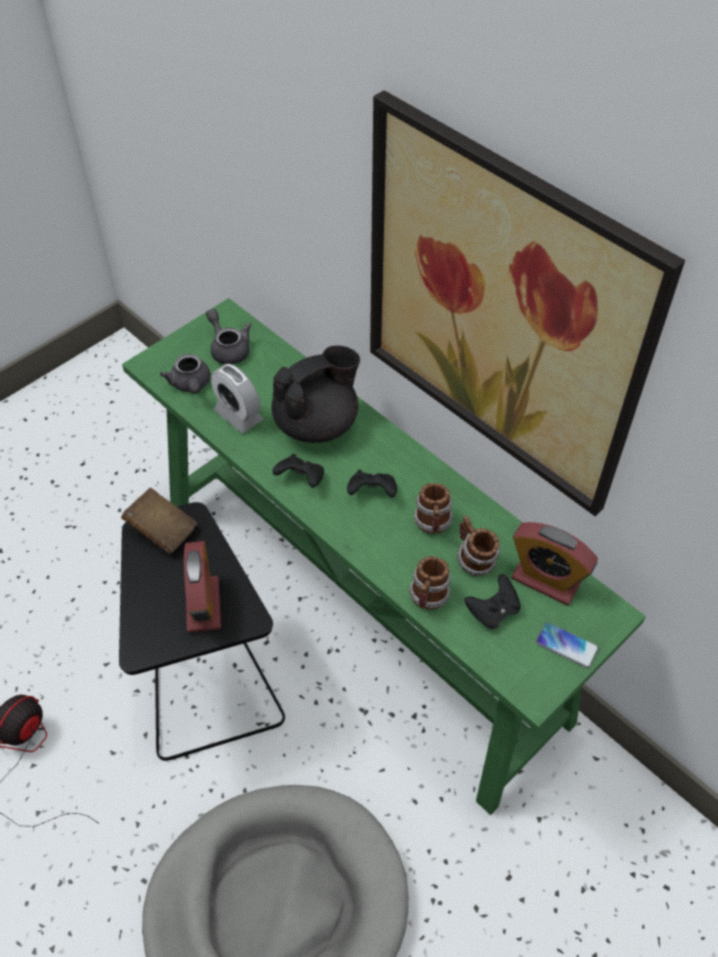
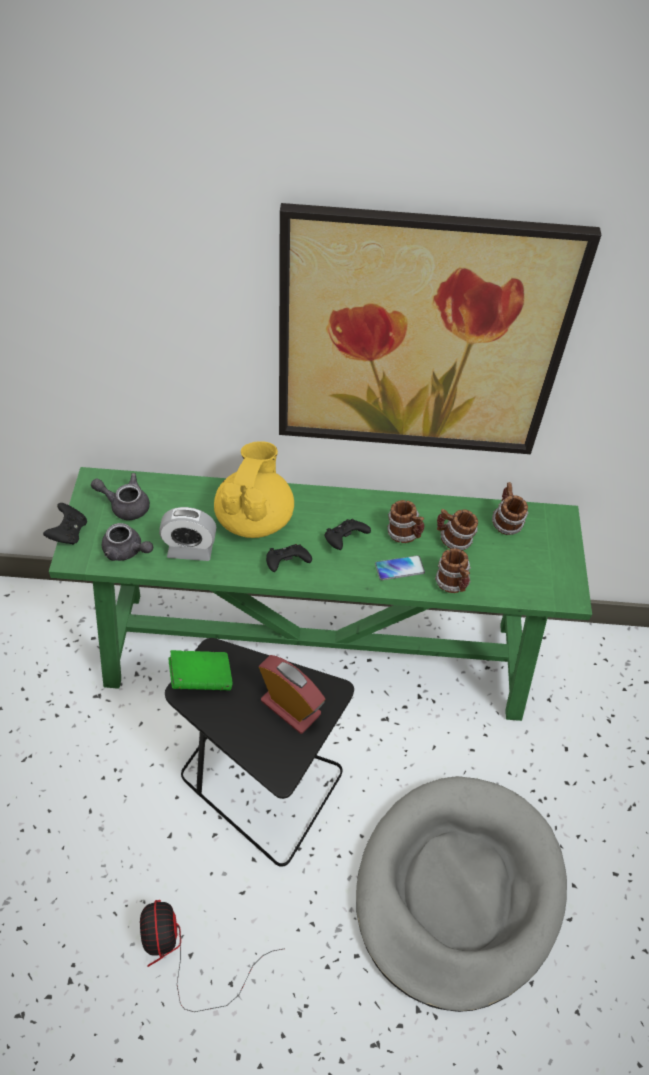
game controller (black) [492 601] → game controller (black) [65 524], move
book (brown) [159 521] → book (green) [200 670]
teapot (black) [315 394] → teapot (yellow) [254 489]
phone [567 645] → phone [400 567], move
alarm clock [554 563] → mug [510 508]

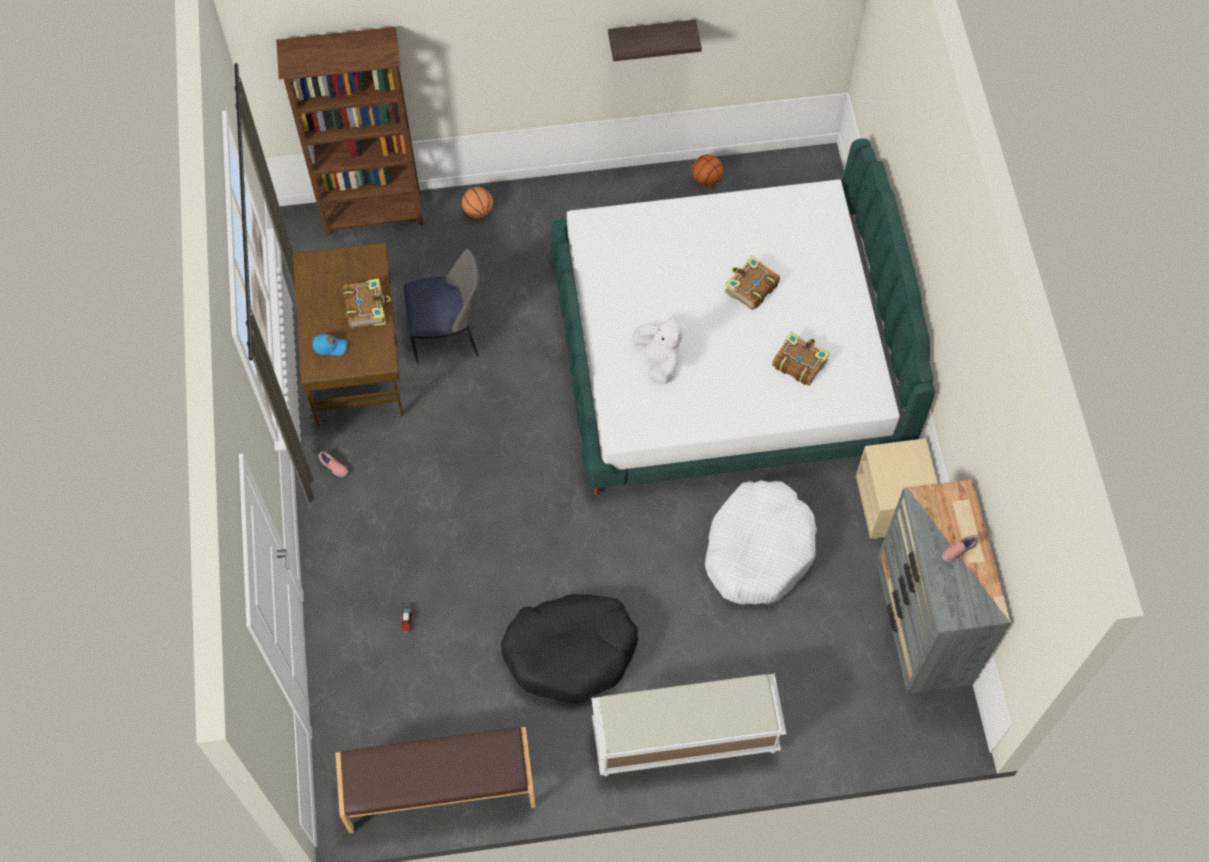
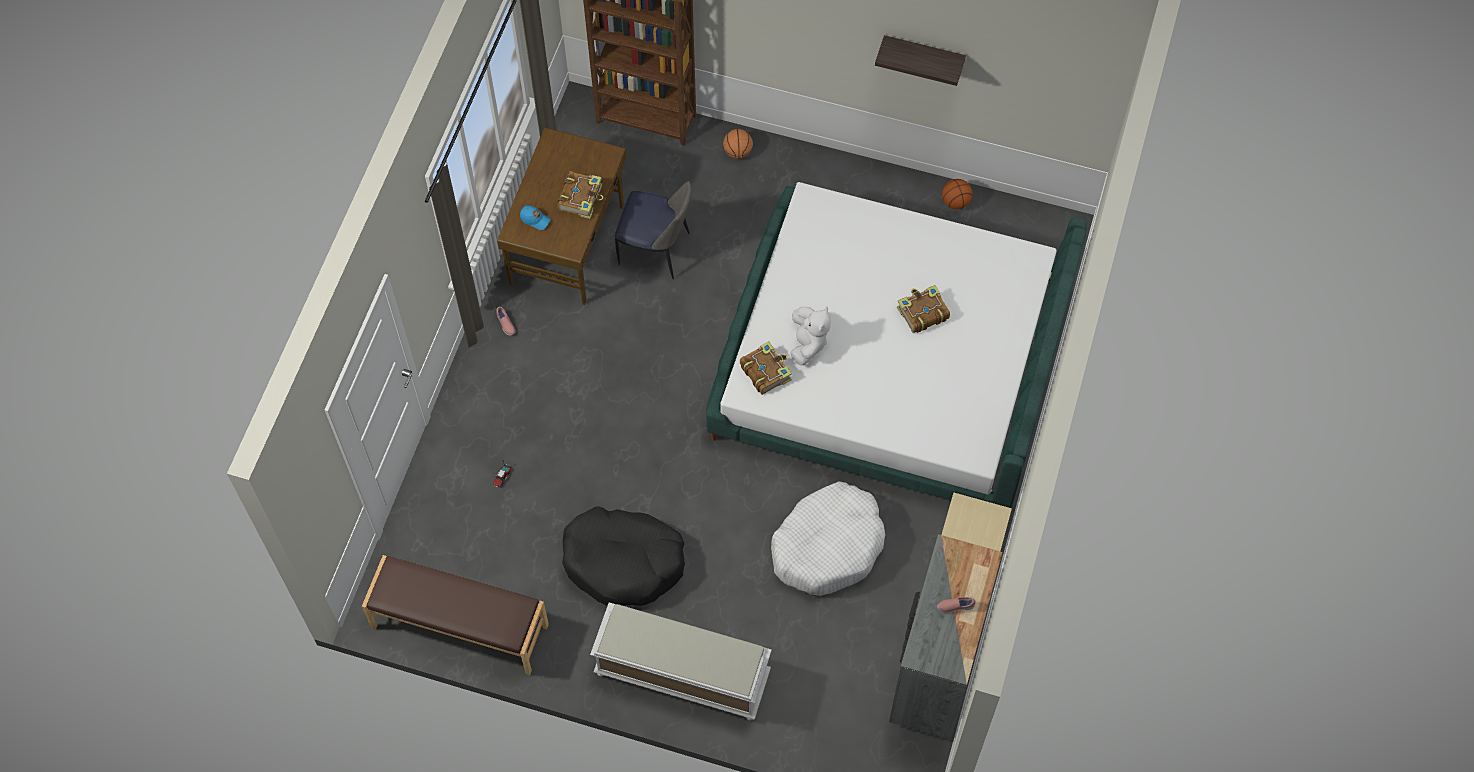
book [801 359] → book [766 368], move

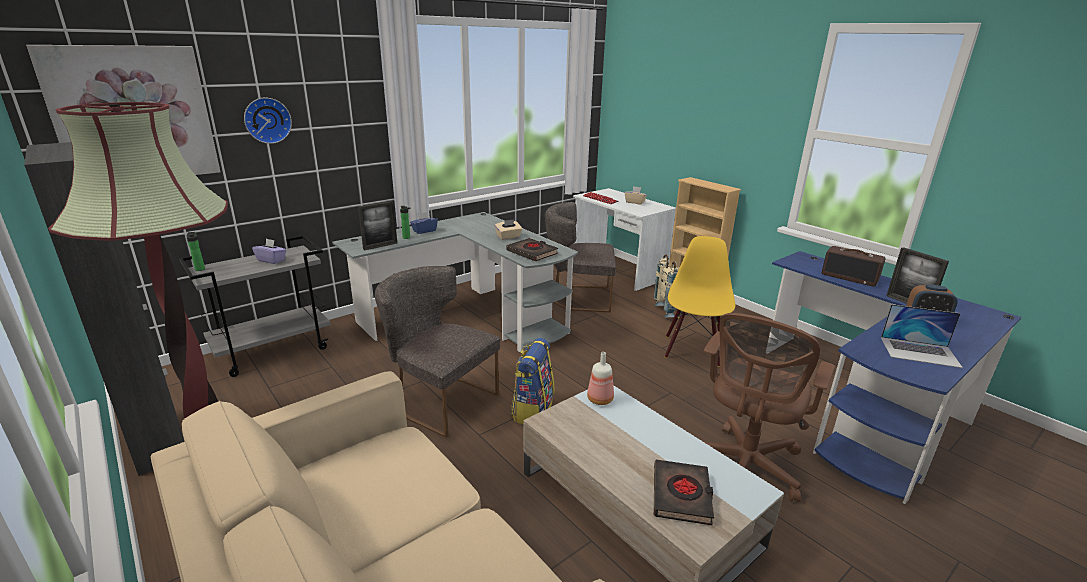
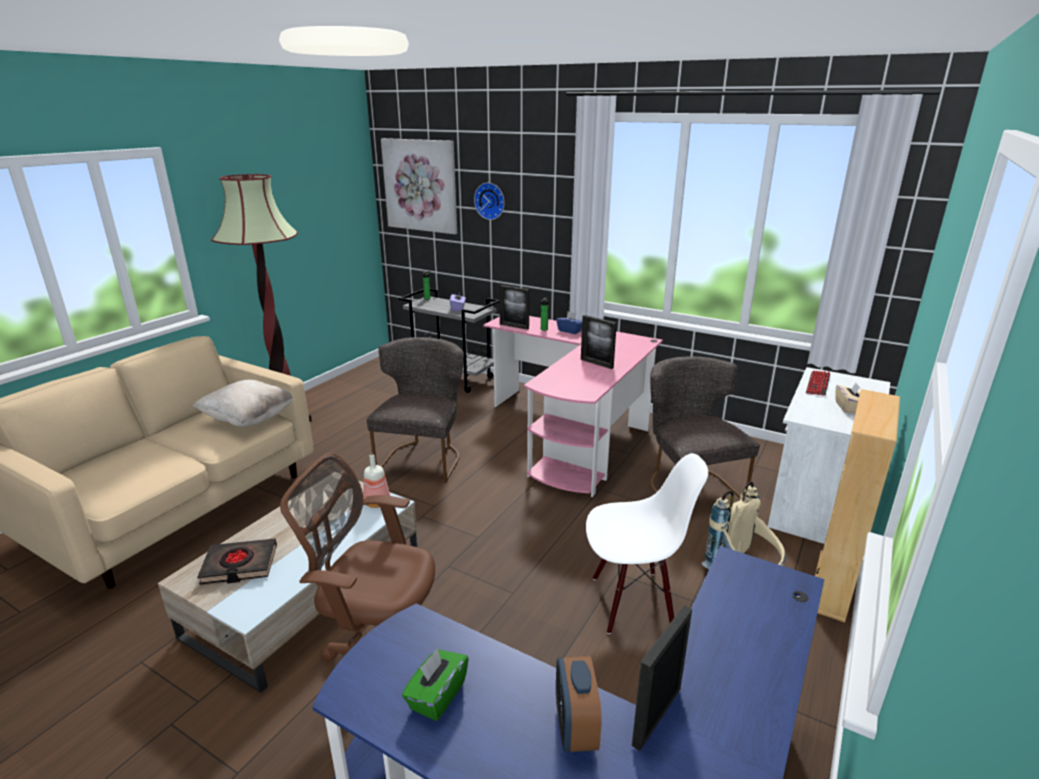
- → pillow (beige) [243 403]
laptop [922 336] → tissue box (green) [435 684]
desk (grey) [455 282] → desk (pink) [573 406]
tissue box (beige) [508 229] → picture frame [599 342]
chair (yellow) [700 301] → chair (white) [647 543]
cabinet (black) [104 309] → -
book (black) [532 249] → -
backpack [532 381] → -
radio [854 266] → -

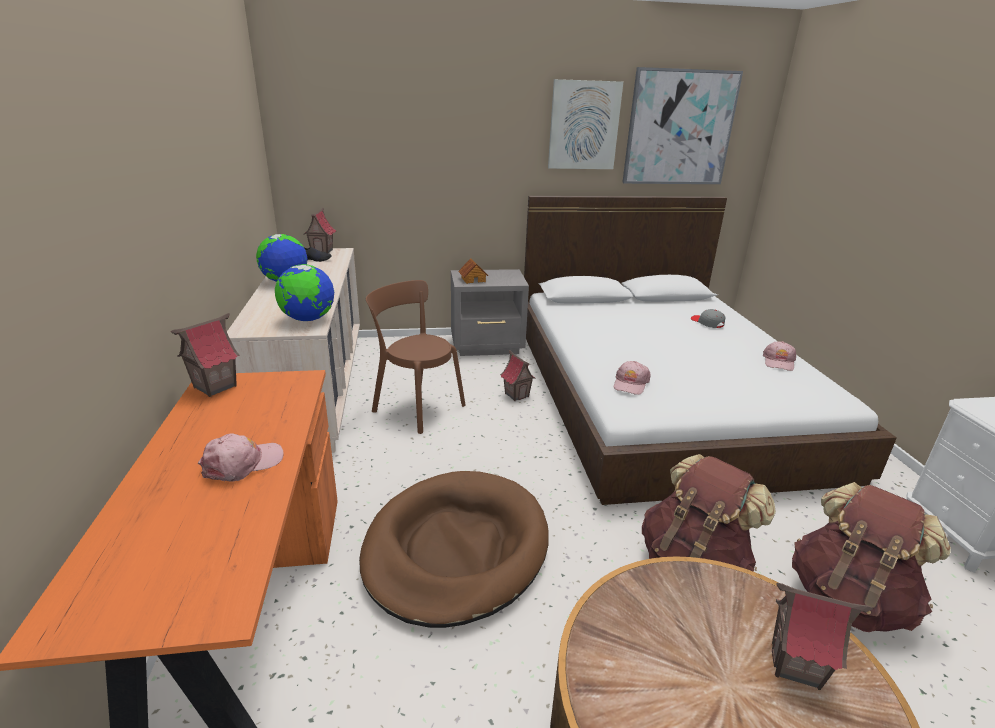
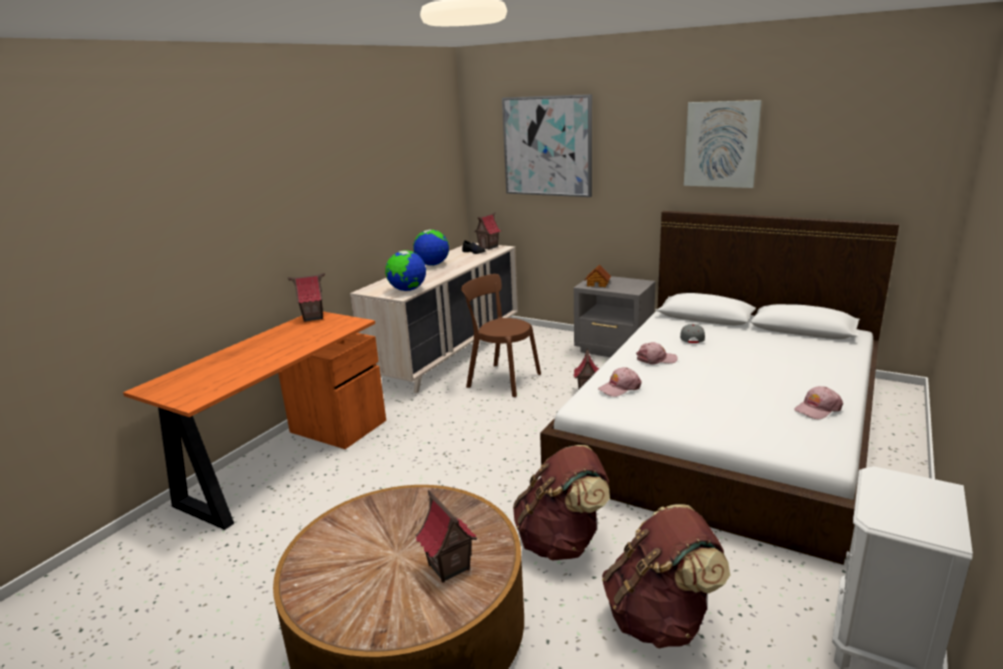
chair (brown) [416 357] → chair (brown) [501 335], 45 degrees counterclockwise
picture [682 125] → picture [547 145], move
cap (pink) [241 457] → cap (pink) [657 353], move
cap (grey) [708 318] → cap (grey) [692 333], move
dog bed (brown) [454 549] → -

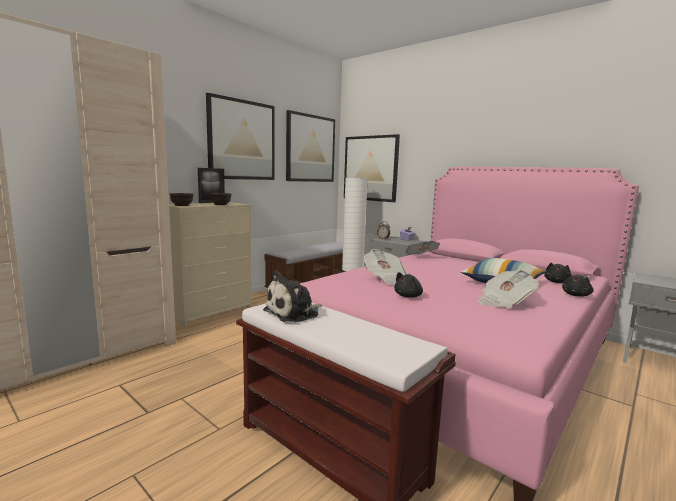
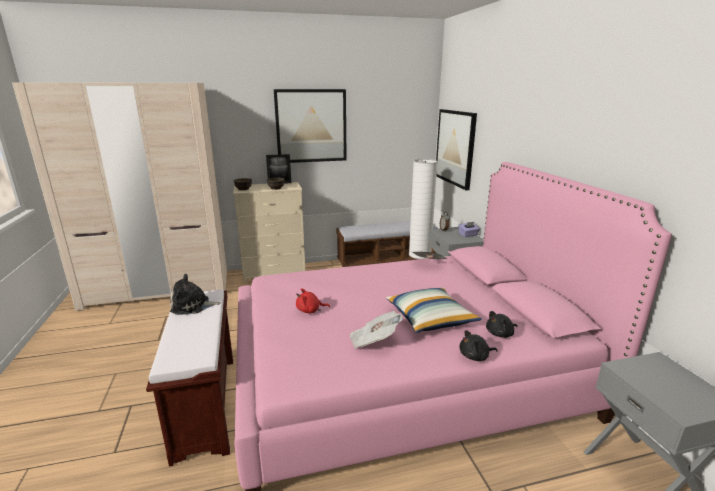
plush toy (black) [408 285] → plush toy (red) [313 300]
picture [310 146] → -
newspaper [385 267] → -

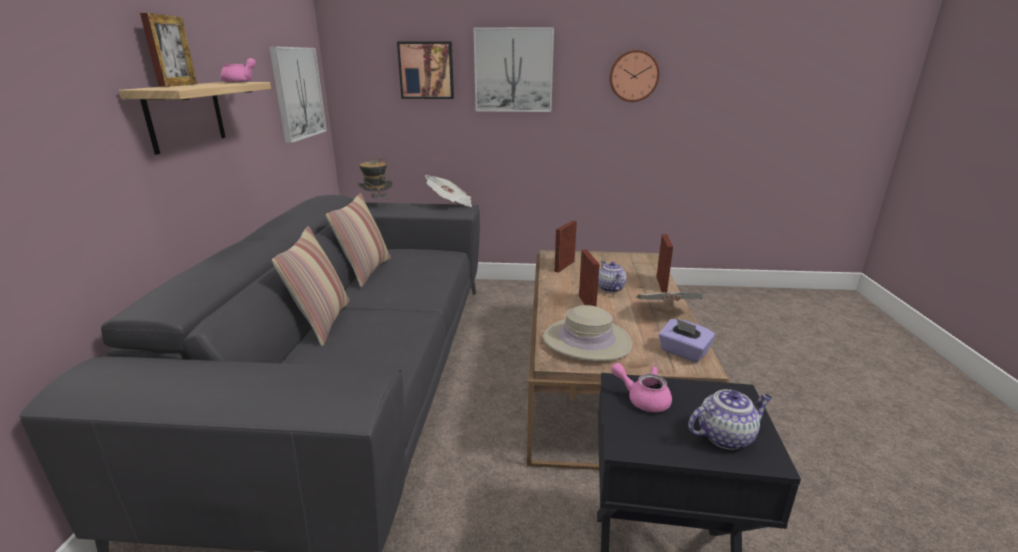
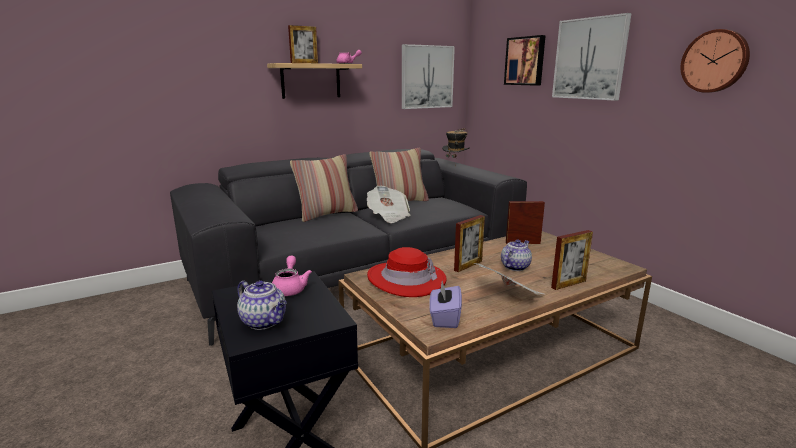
newspaper [448 191] → newspaper [389 204], move
hat (beige) [587 333] → hat (red) [406 272]

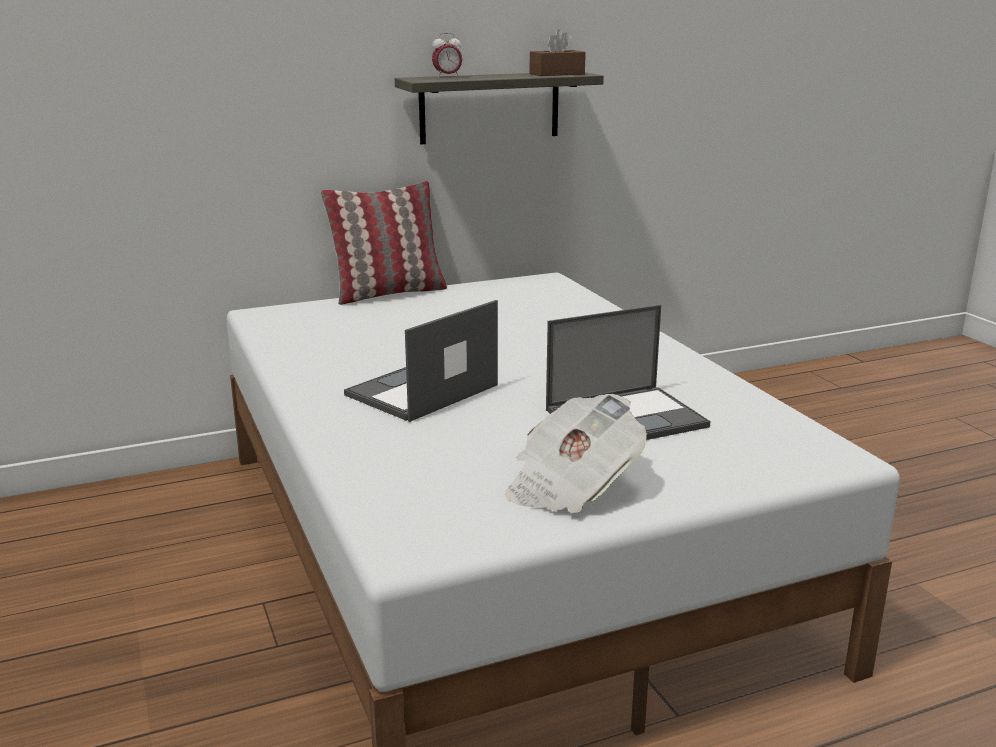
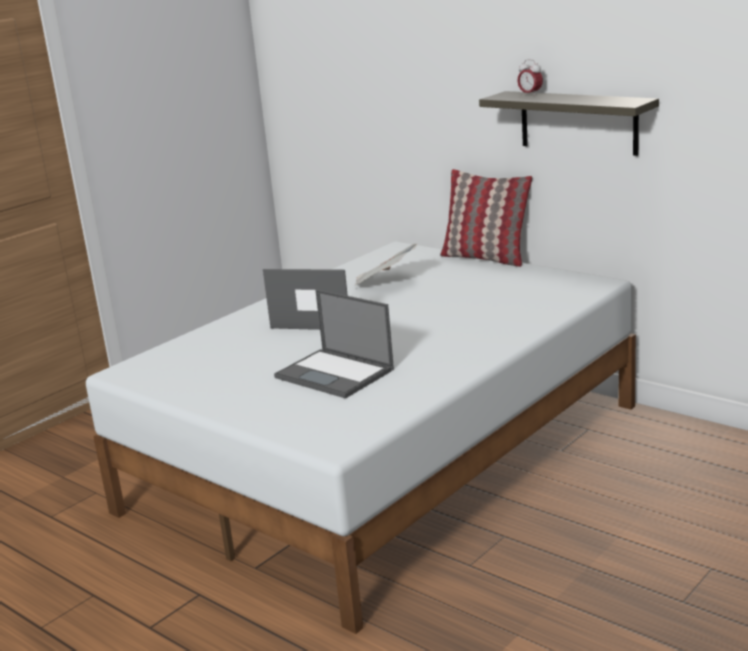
newspaper [576 453] → newspaper [386 264], move
tissue box (brown) [558 52] → -

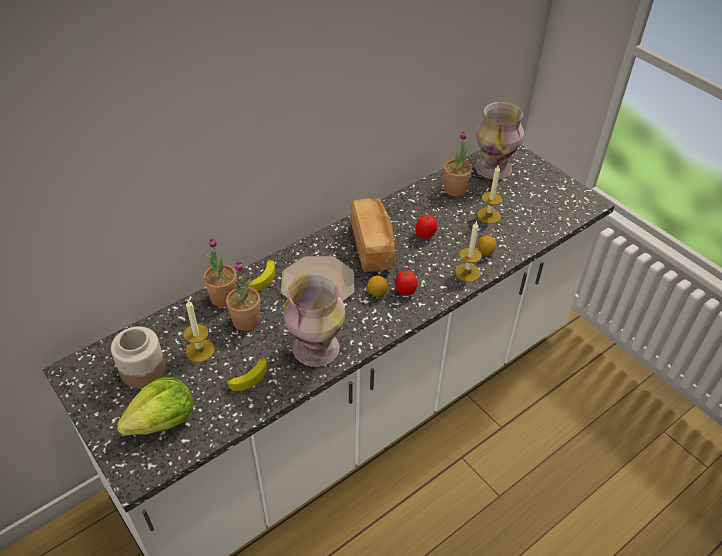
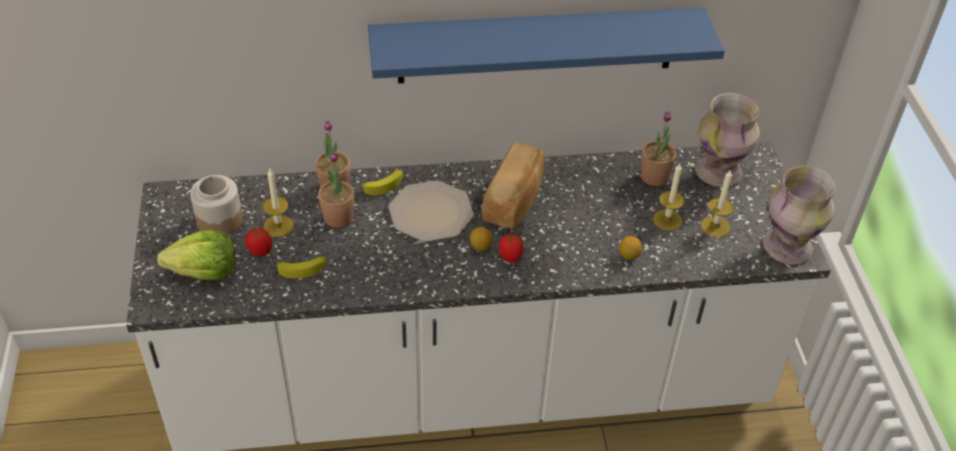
tomato [426 227] → tomato [258 242], move
- → shelf (blue) [546 45]
candle [468 251] → candle [717 203], move
vase [314 320] → vase [799 214], move

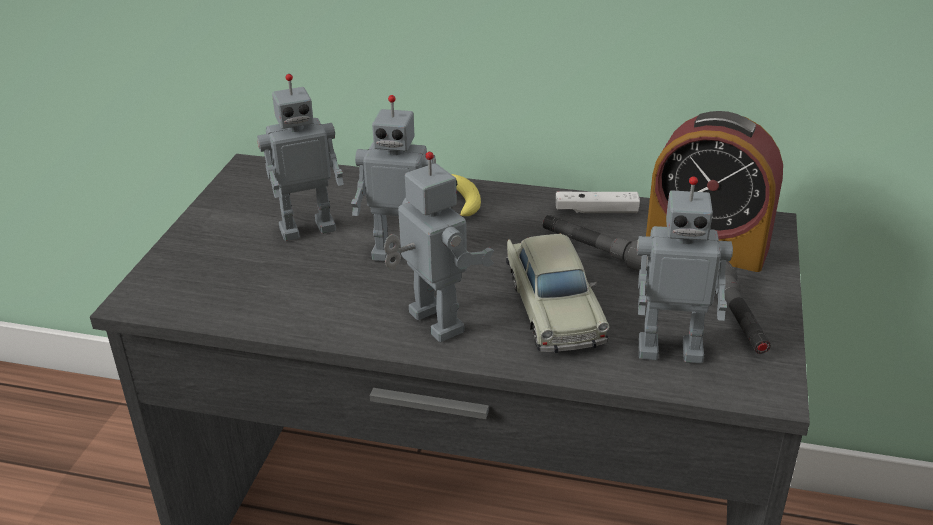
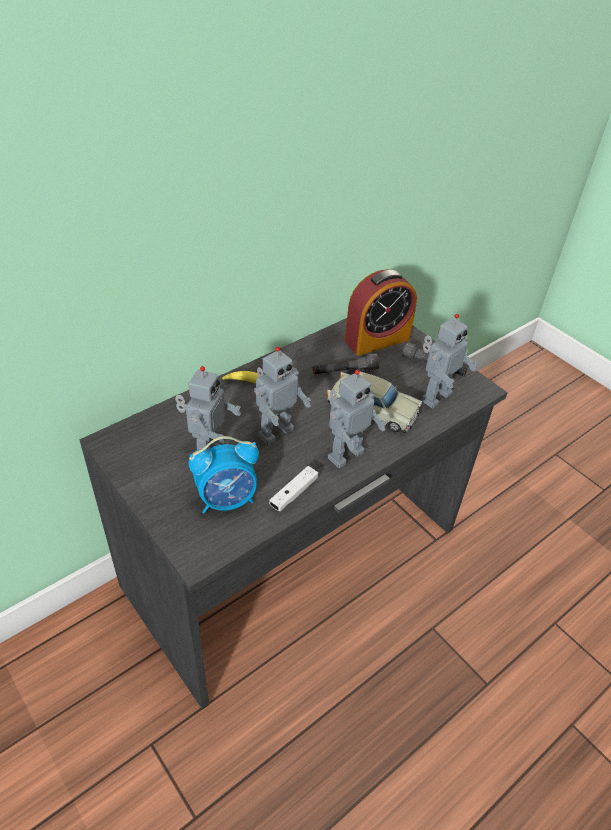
- → alarm clock [223 475]
game controller (white) [597 202] → game controller (white) [293 488], move
toy robot [439 247] → toy robot [357 419], 135 degrees clockwise

